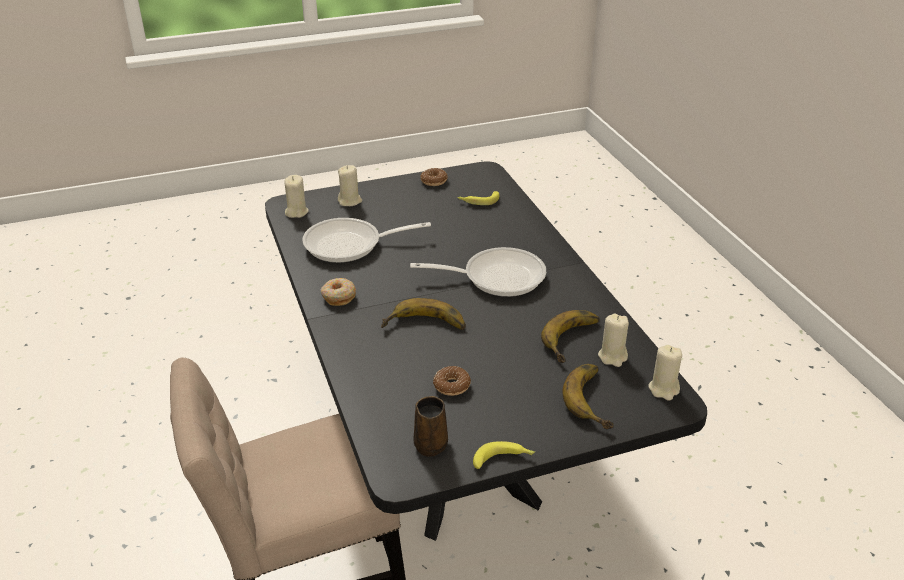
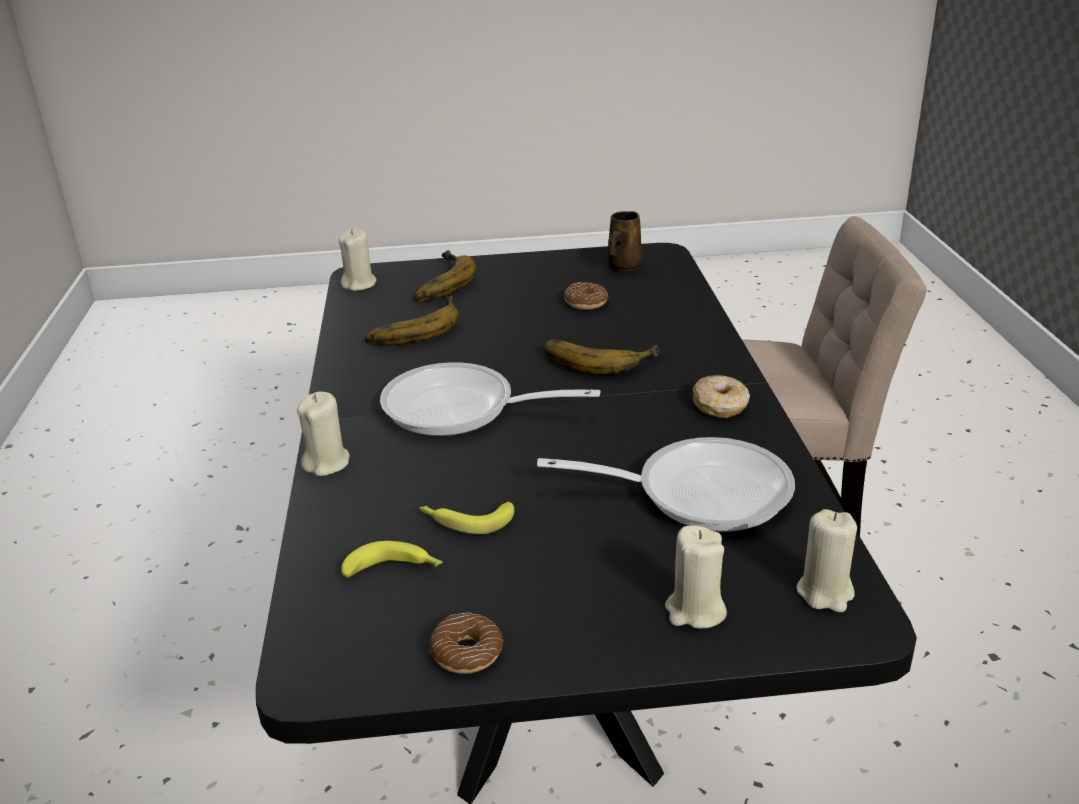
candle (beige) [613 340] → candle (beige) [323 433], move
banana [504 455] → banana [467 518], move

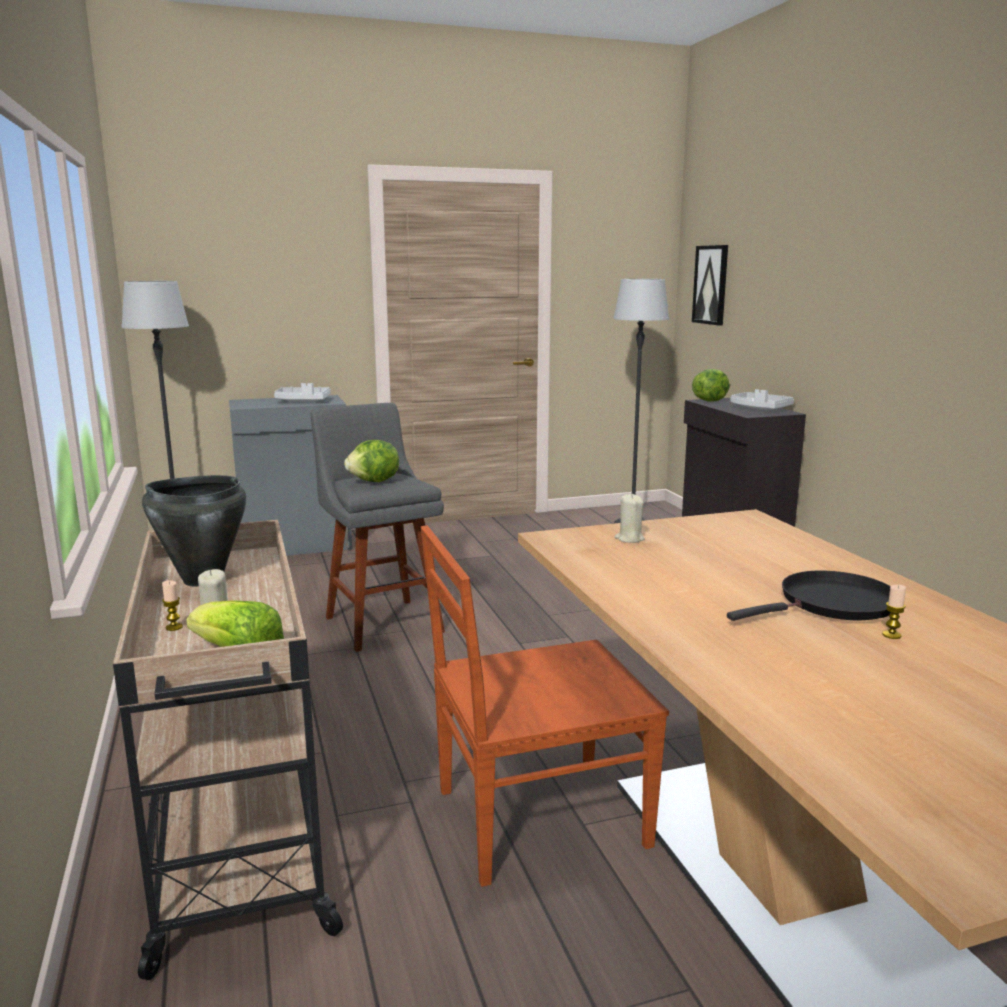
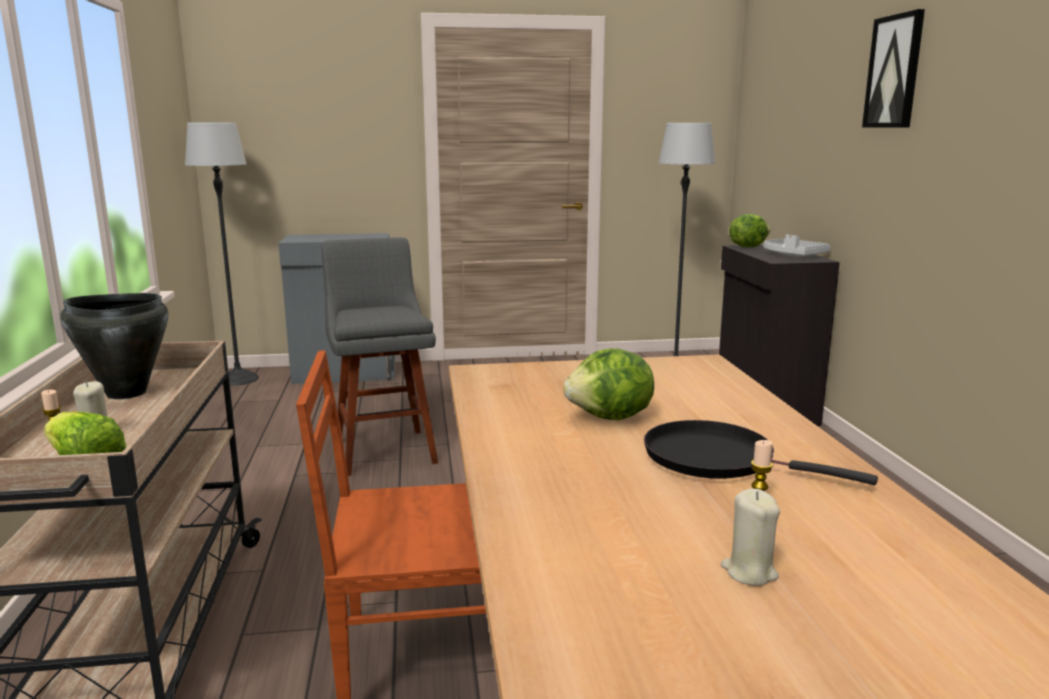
lettuce [371 461] → lettuce [609 384], move
frying pan (black) [809 596] → frying pan (black) [761 452], 135 degrees counterclockwise
candle (beige) [629 518] → candle (beige) [750 537], move
picture [710 285] → picture [893 68], move
tray (grey) [302 392] → -

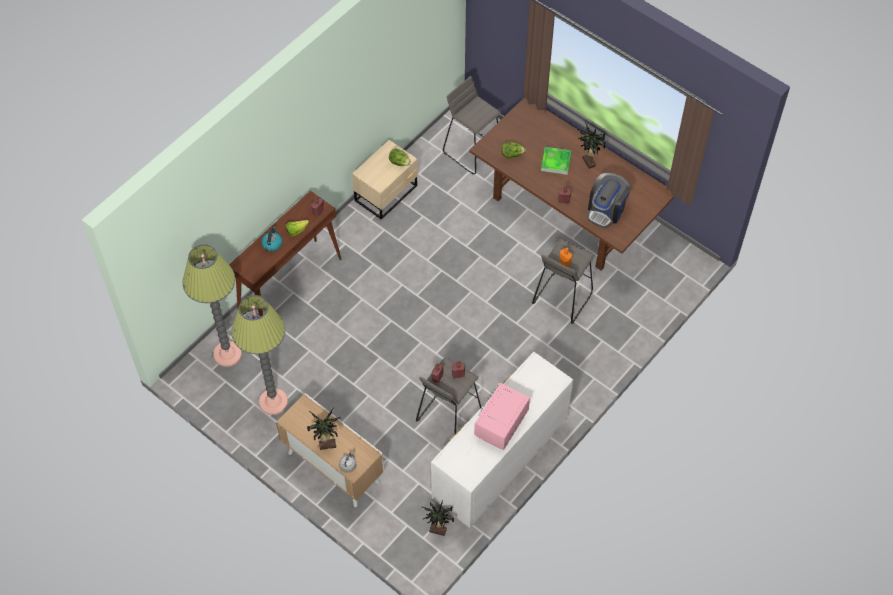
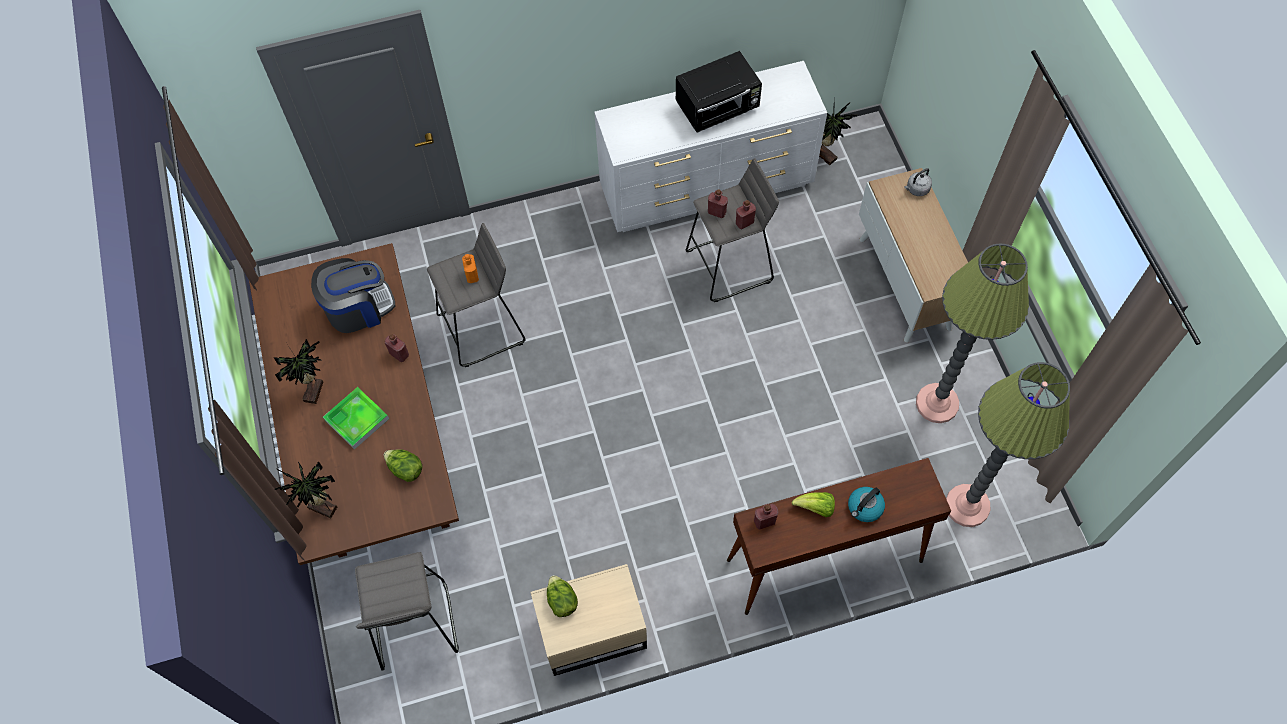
potted plant [324 429] → potted plant [306 489], move
microwave (pink) [502 416] → microwave (black) [719 91]

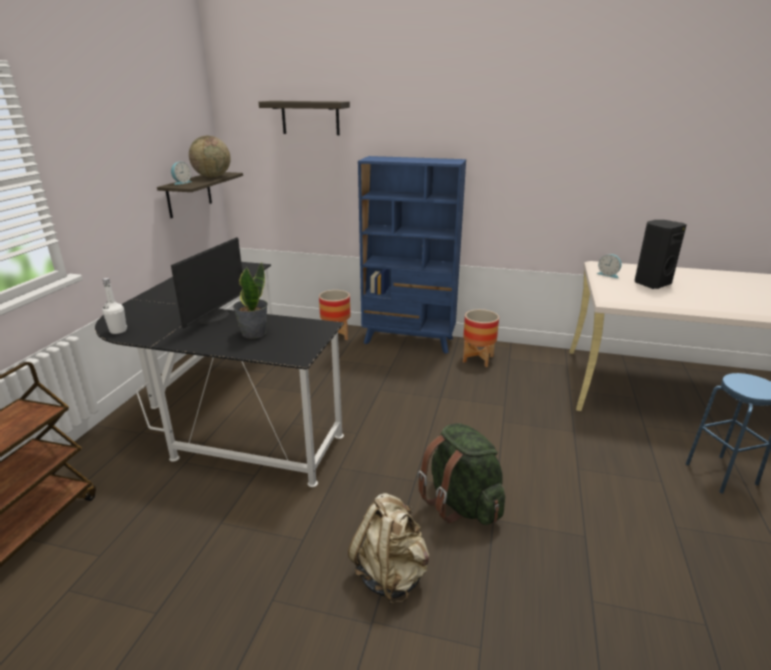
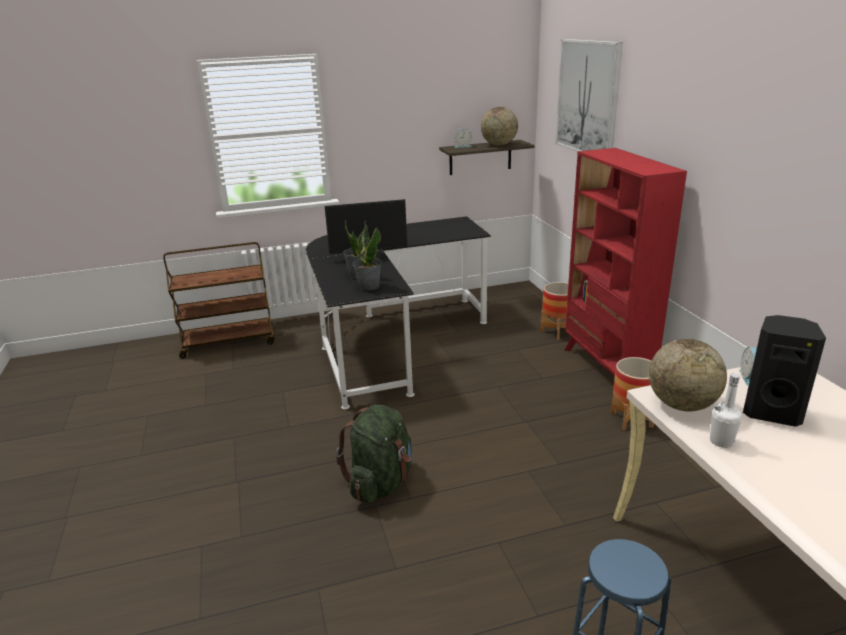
- → potted plant [367 258]
shelf [304 118] → picture [589 95]
bookcase (blue) [412 255] → bookcase (red) [625 262]
- → globe [688 375]
bottle (white) [114 306] → bottle (white) [726 410], move
backpack (beige) [388 548] → -

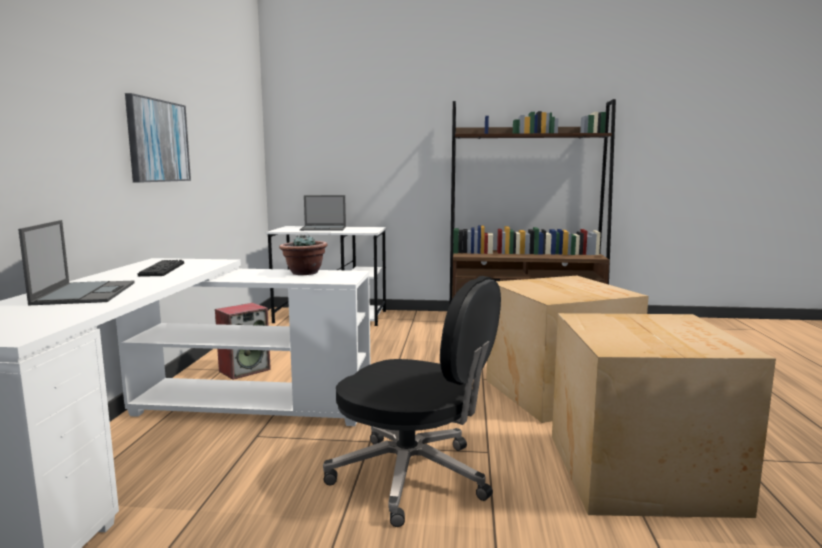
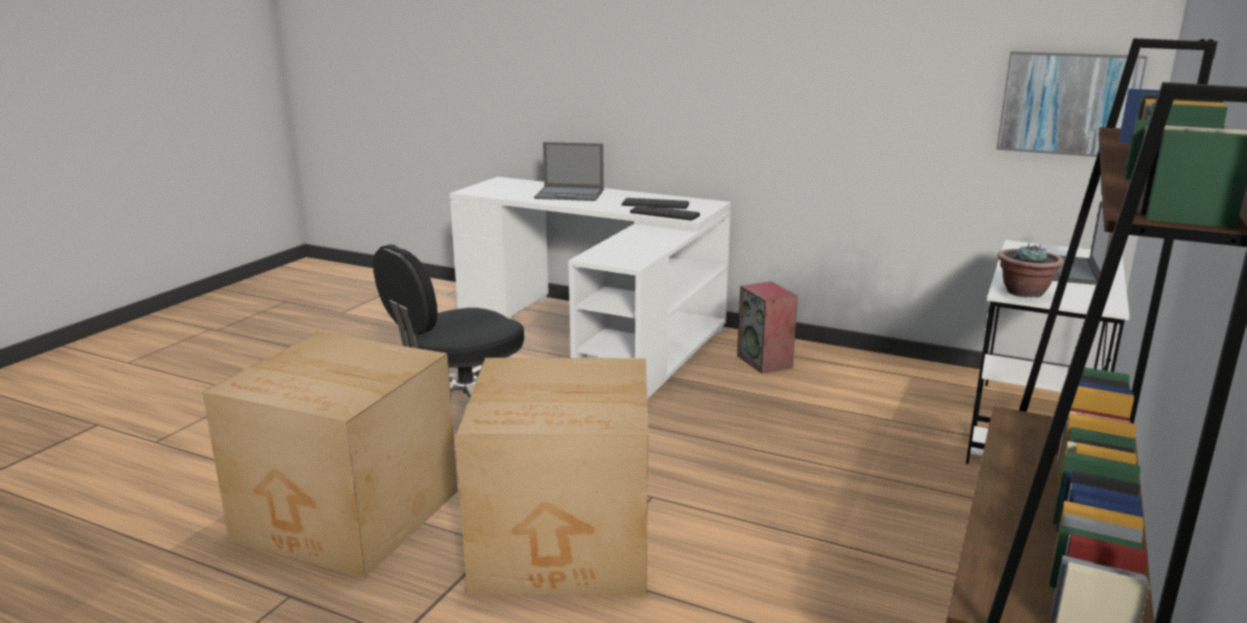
- → keyboard [665 213]
picture [158 138] → picture [1071 104], move
potted plant [303 255] → potted plant [1030 270], move

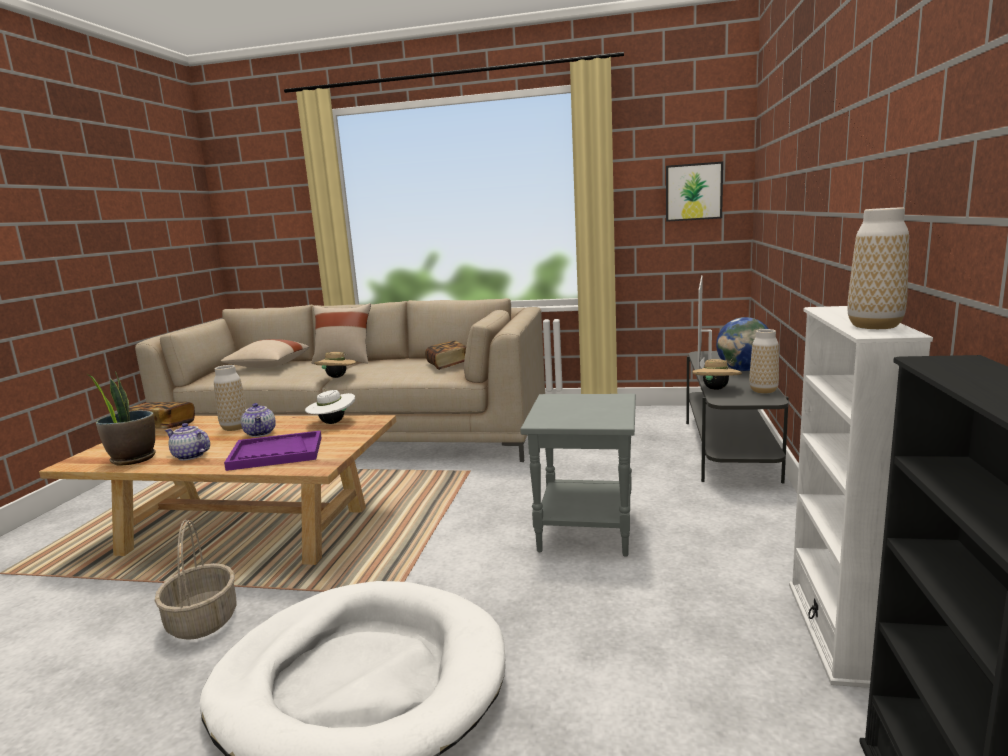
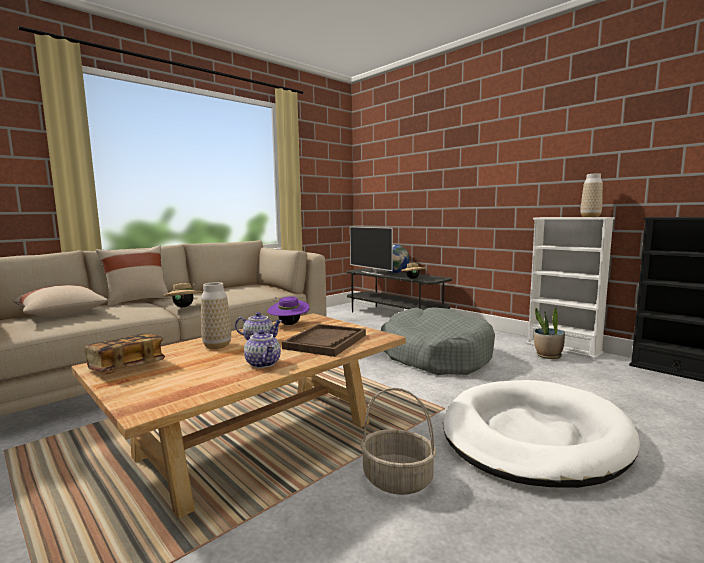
teapot [187 442] → teapot [262 349], 90 degrees counterclockwise
hat (white) [330 406] → hat (purple) [288 310]
tray (purple) [273 450] → tray (brown) [324 340]
side table (grey) [578 475] → dog bed (grey) [438 341]
potted plant [121 418] → potted plant [549 333], move
book [445 355] → -
picture [694 192] → -
vase [764 361] → -

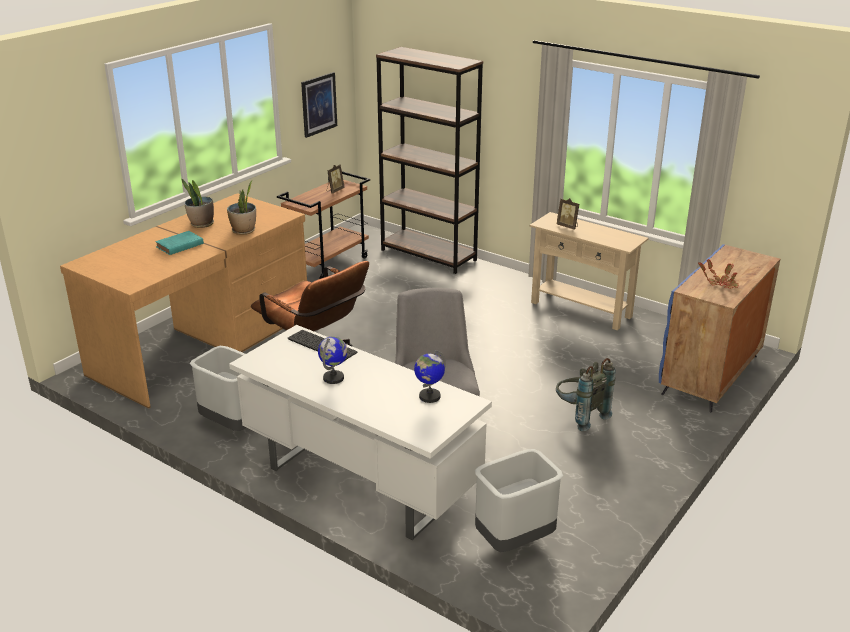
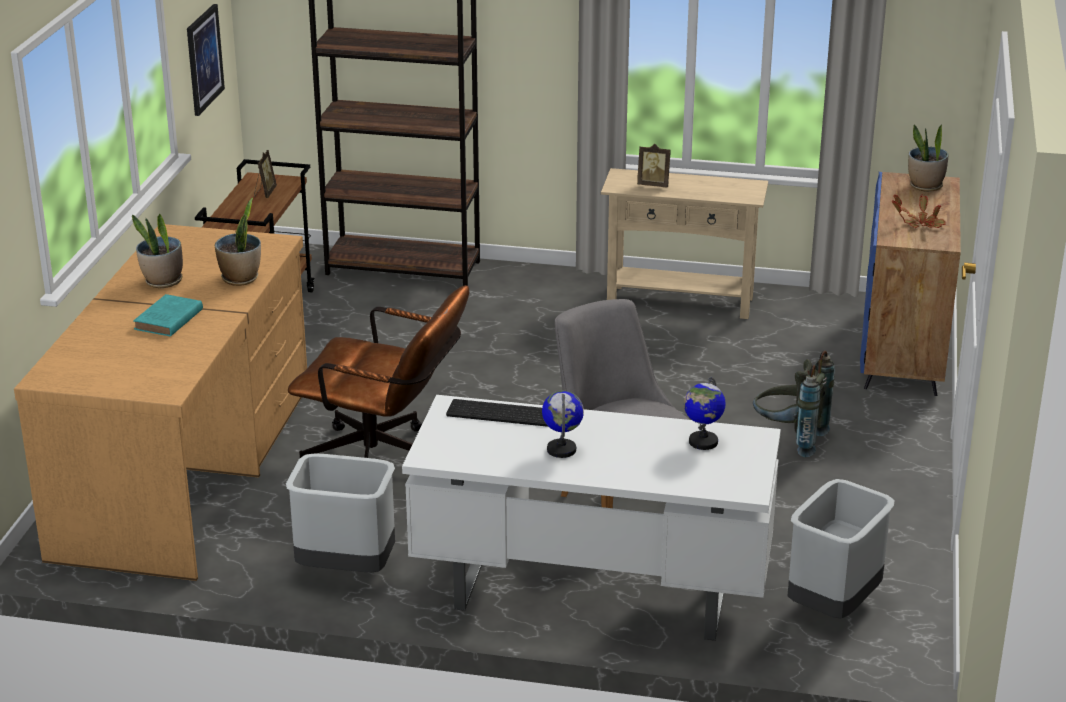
- → potted plant [928 158]

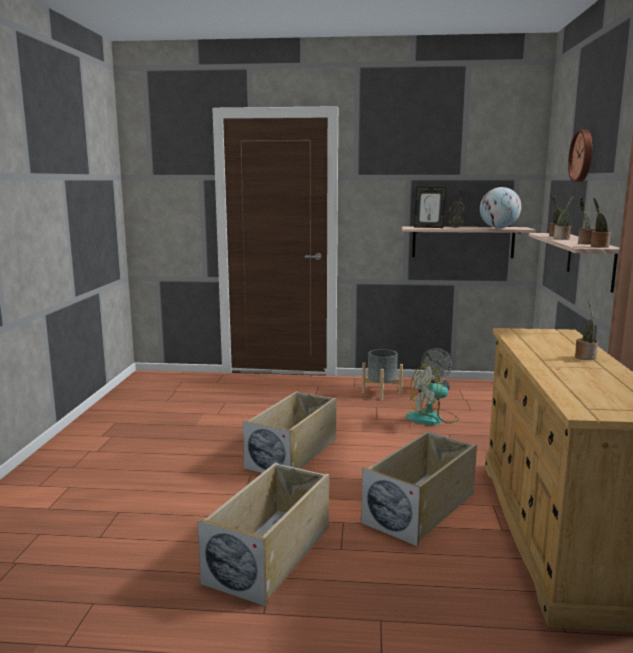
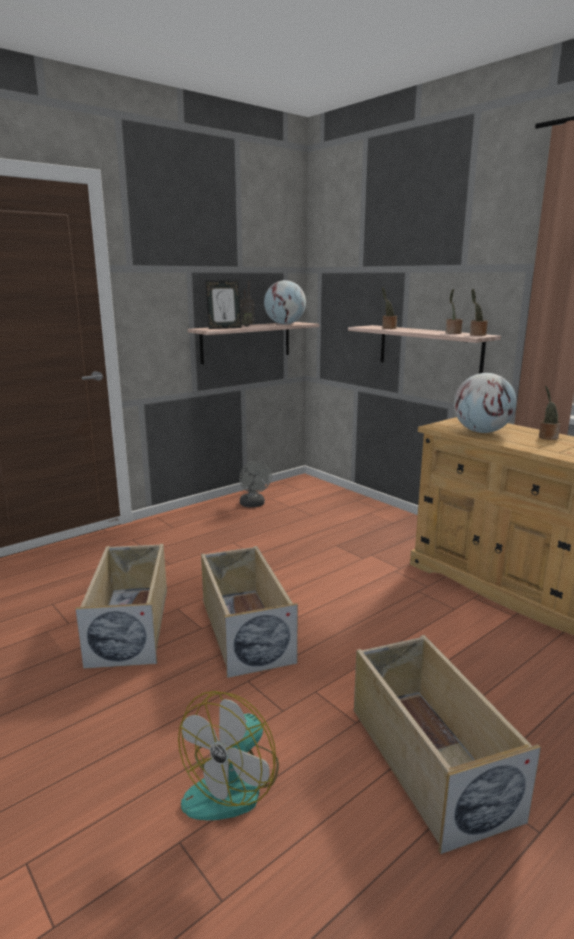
storage box (beige) [419 488] → storage box (beige) [121 606], move
fan [432 394] → fan [228 755], move
- → globe [485 403]
planter (grey) [382 374] → -
potted plant [563 218] → -
wall clock [580 155] → -

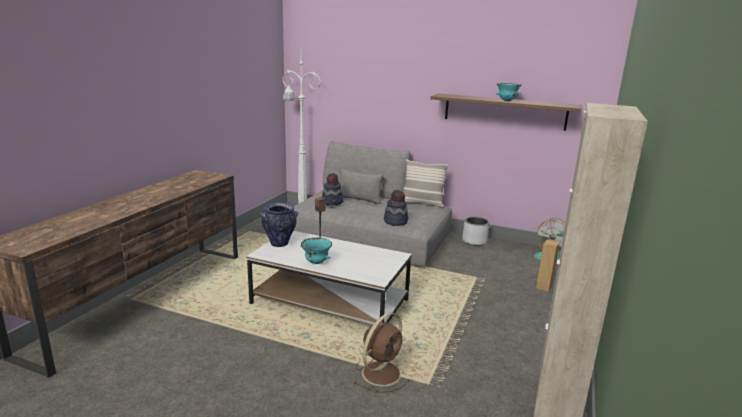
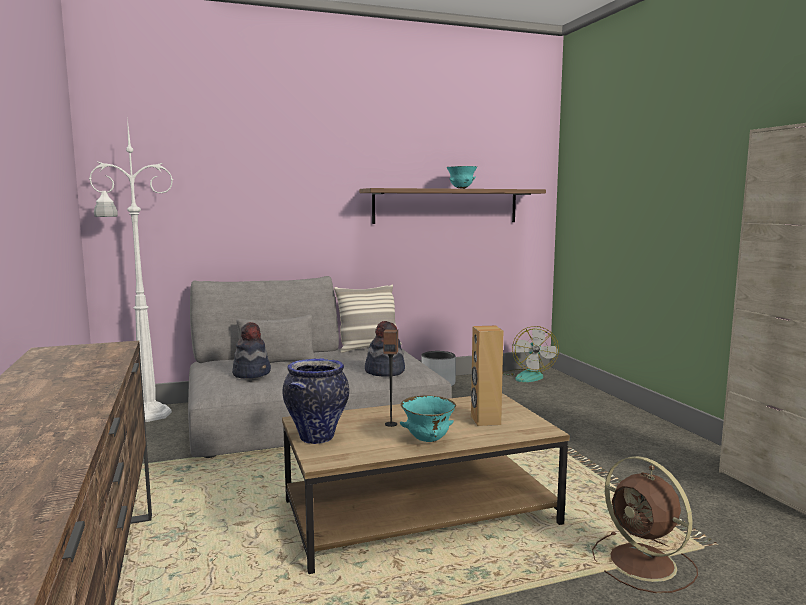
coffee table (white) [329 278] → coffee table (brown) [426 483]
speaker (brown) [548 266] → speaker (brown) [487 376], move
fan (brown) [381 353] → fan (brown) [645 524], 150 degrees clockwise

